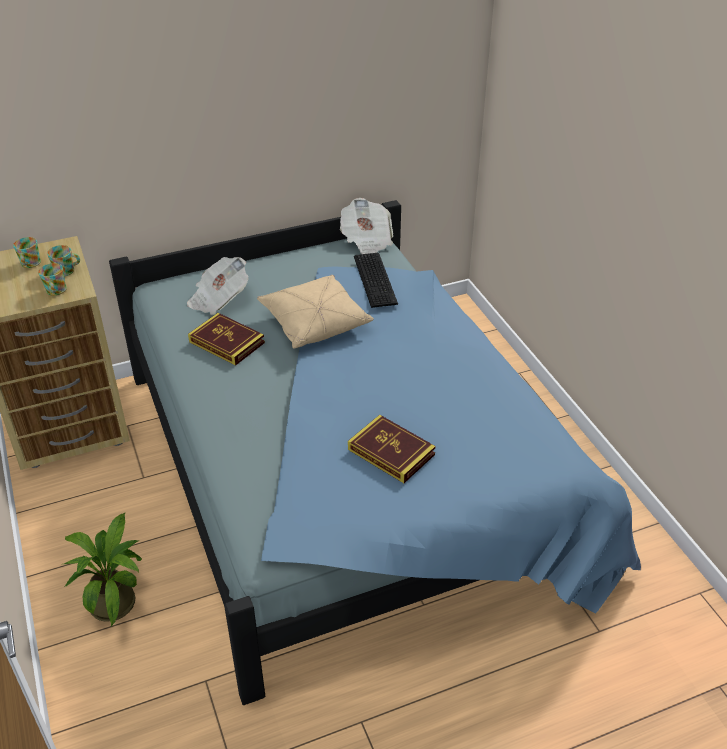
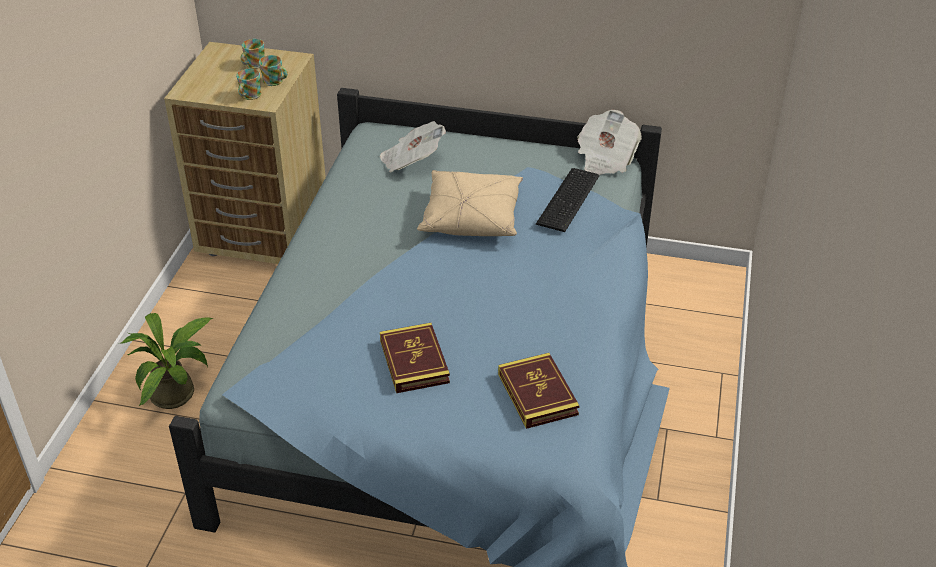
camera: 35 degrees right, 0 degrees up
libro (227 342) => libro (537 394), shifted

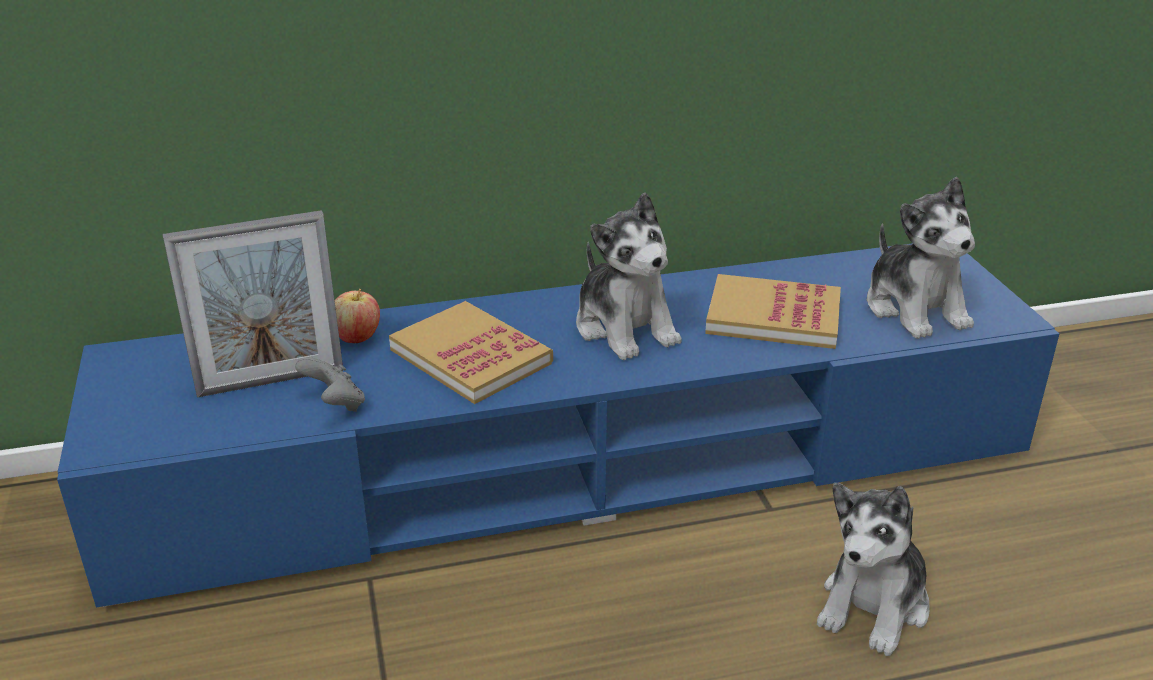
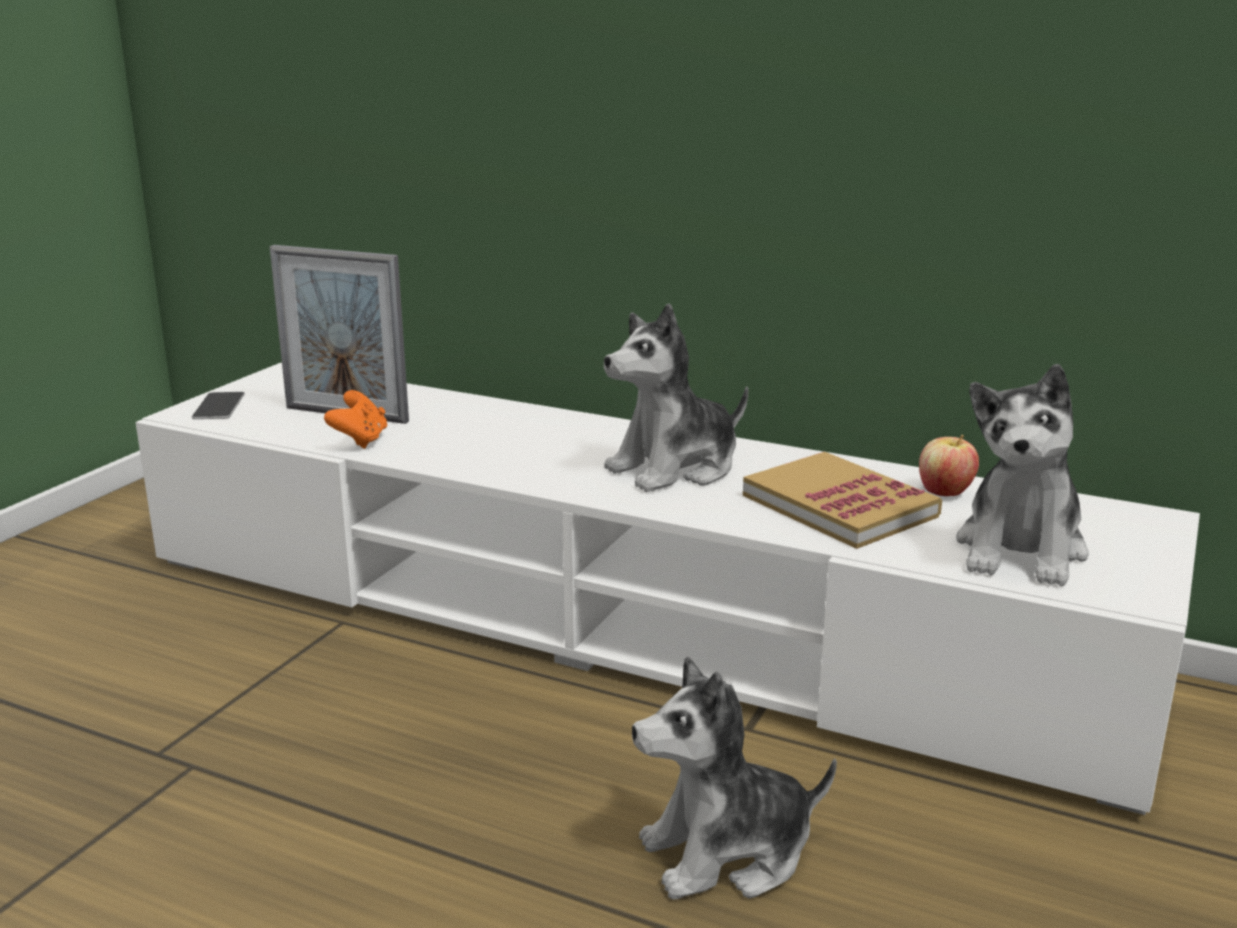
camera: 40 degrees right, 10 degrees down
libro (471 356) => nothing
nothing => móvil (219 406)
manzana (357 337) => manzana (945 492), shifted
mueble de televisión (azul) (578 464) => mueble de televisión (blanco) (620 619)
mando de consola (gris) (335 404) => mando de consola (naranja) (360 440)
peluche (625 328) => peluche (675 468), 45 degrees clockwise

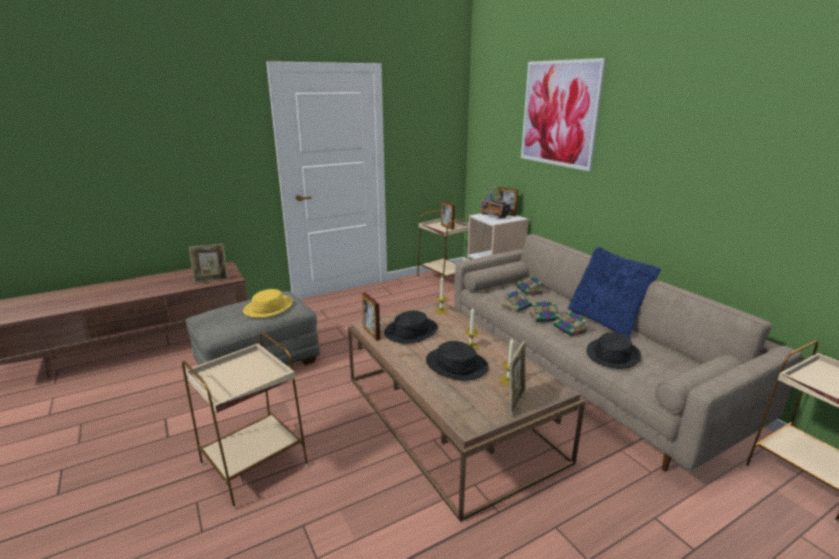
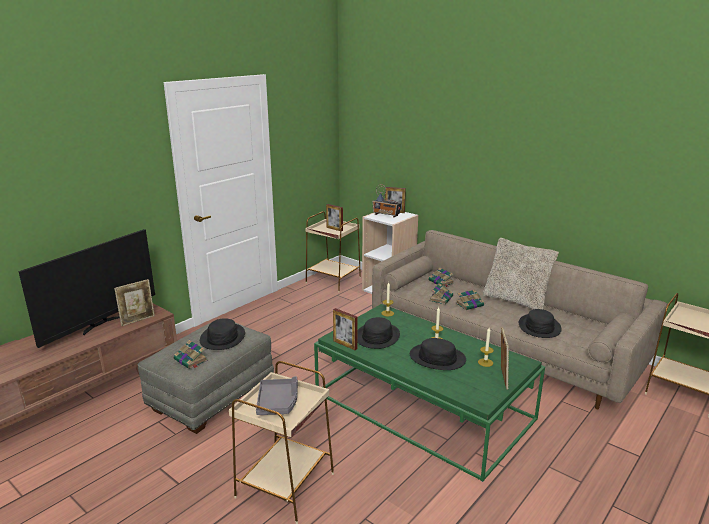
camera: 20 degrees left, 0 degrees up
cuadro (559 114) => nothing
nothing => televisor (100 324)
nothing => bandeja (gris) (278 402)
libro (570 329) => libro (191 360), shifted
sombrero (amarillo) (268 307) => sombrero (negro) (223 337)
mesa de centro (marrón) (450 418) => mesa de centro (verde) (423 406)
cojín (azul) (606 320) => cojín (beis) (516 299)

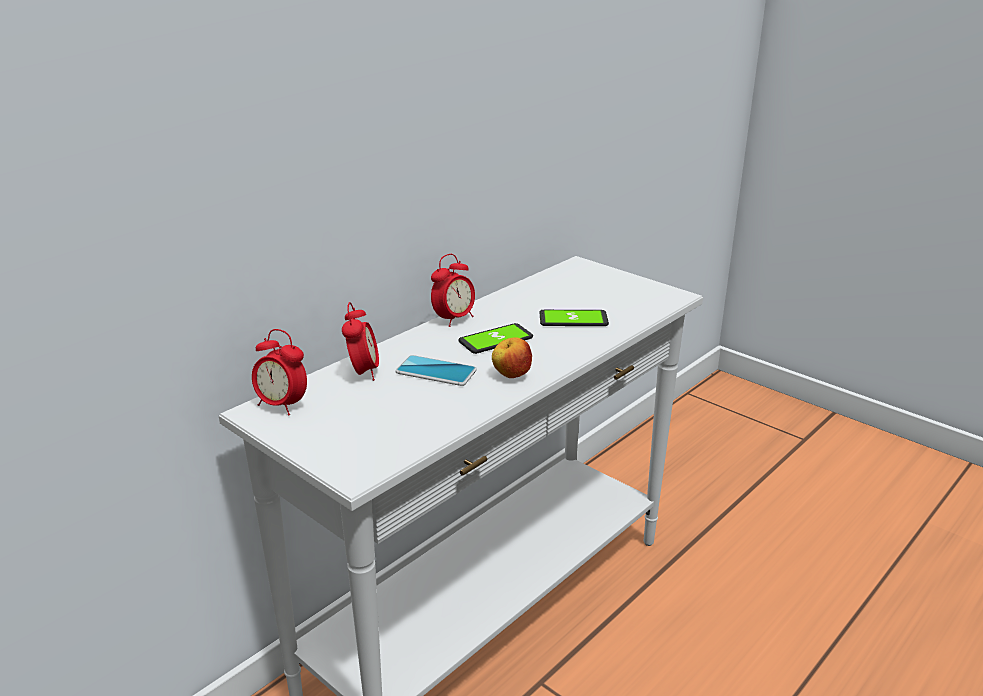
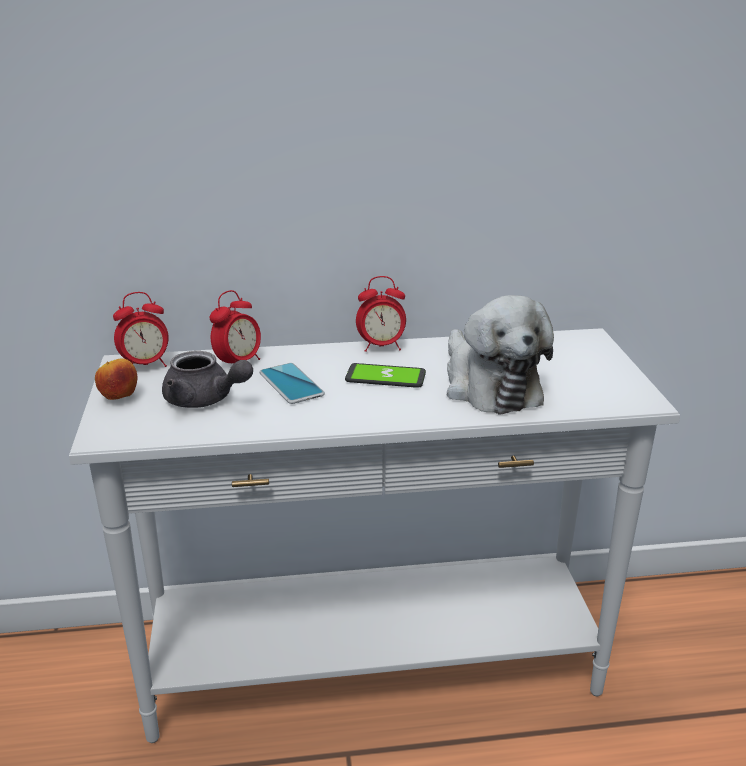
camera: 40 degrees right, 0 degrees up
nothing => tetera (gris) (205 400)
manzana (511 375) => manzana (119 398), shifted
móvil (573 319) => peluche (489 385)
despertador (282 405) => despertador (146 365), 90 degrees counterclockwise

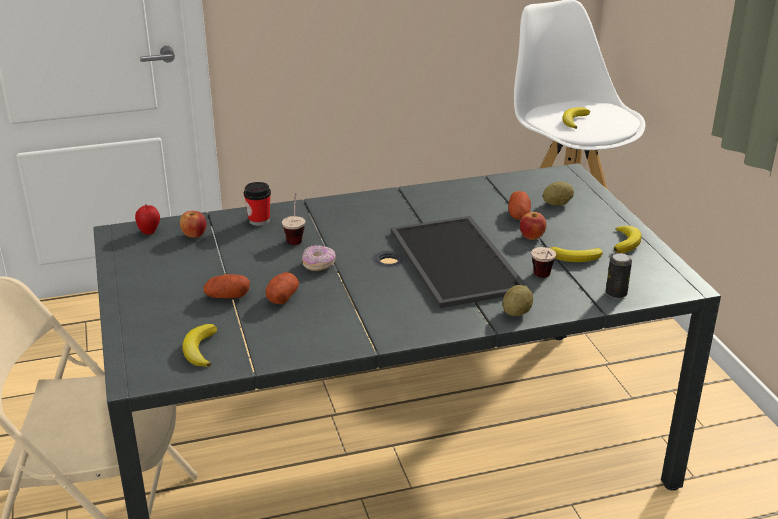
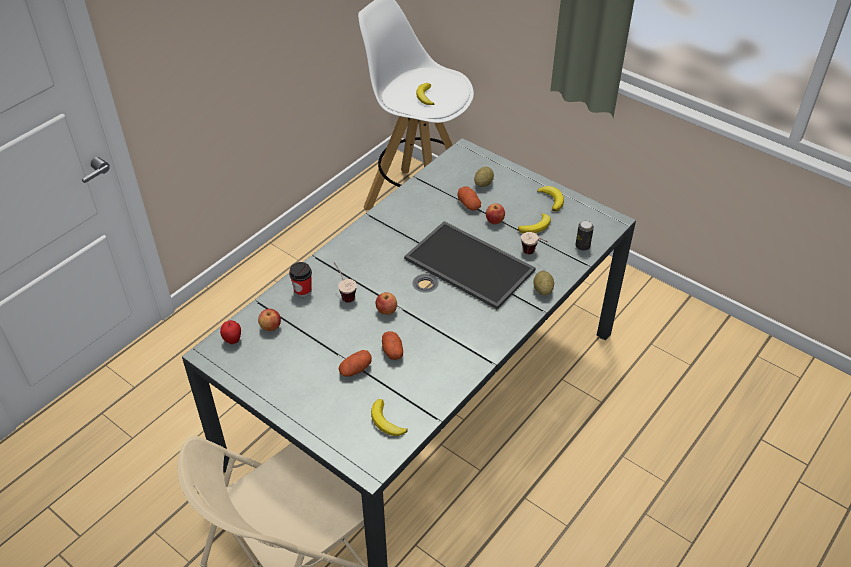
camera: 35 degrees left, 15 degrees up
rosquilla (319 265) => manzana (386 311)

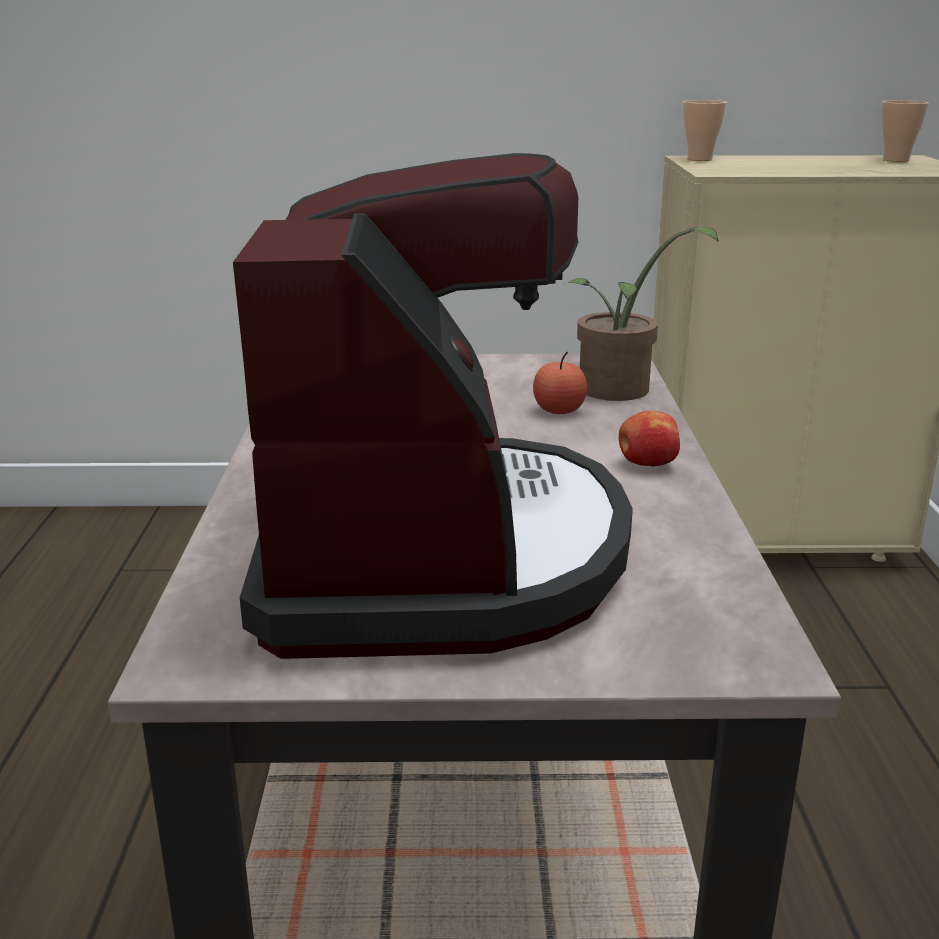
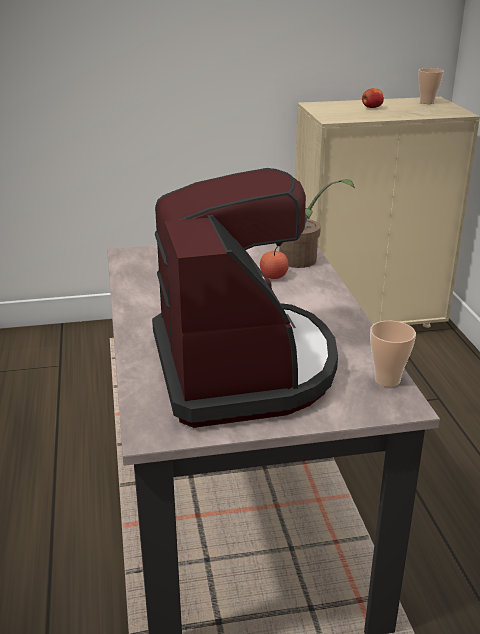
camera: 10 degrees left, 5 degrees up
manzana (646 464) => manzana (371 107), shifted
taza (699 159) => taza (387 380), shifted

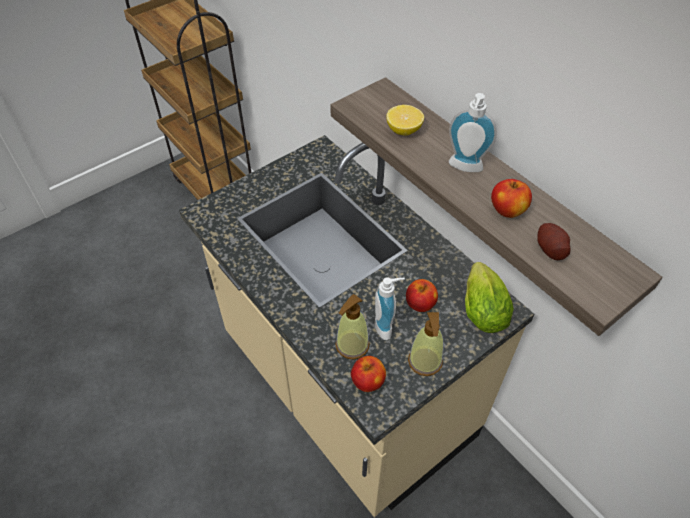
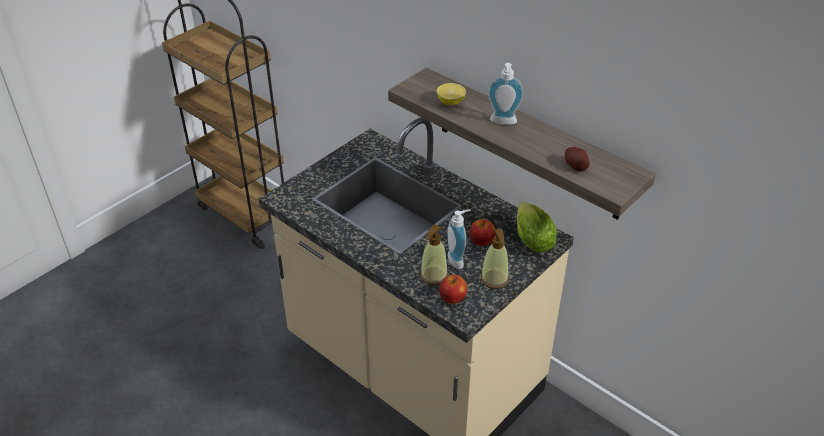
camera: 10 degrees left, 10 degrees down
manzana (507 210) => nothing

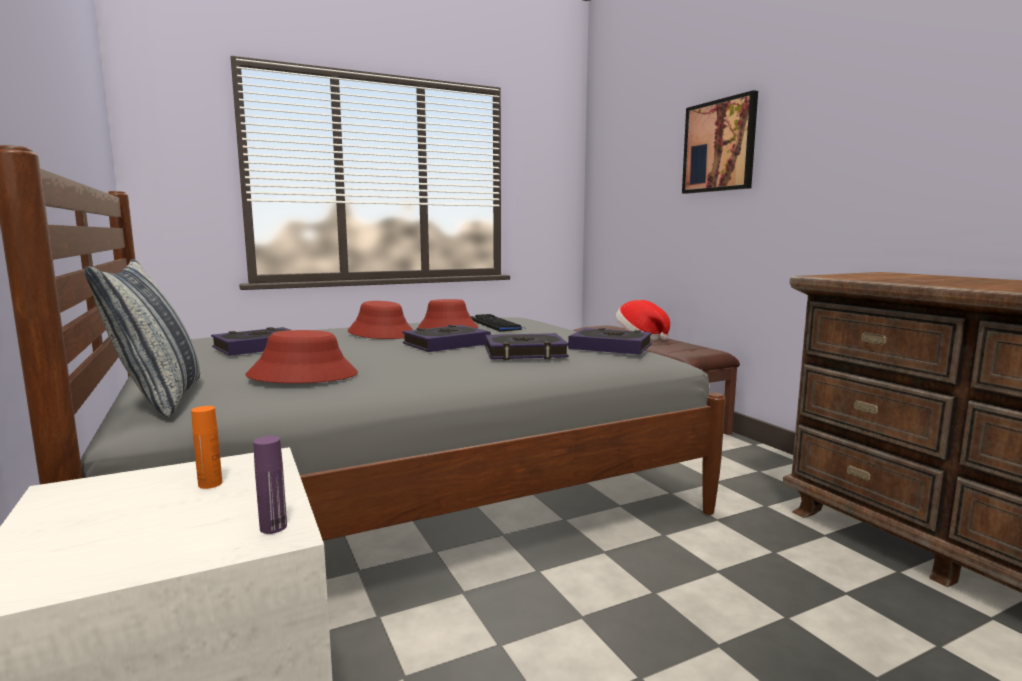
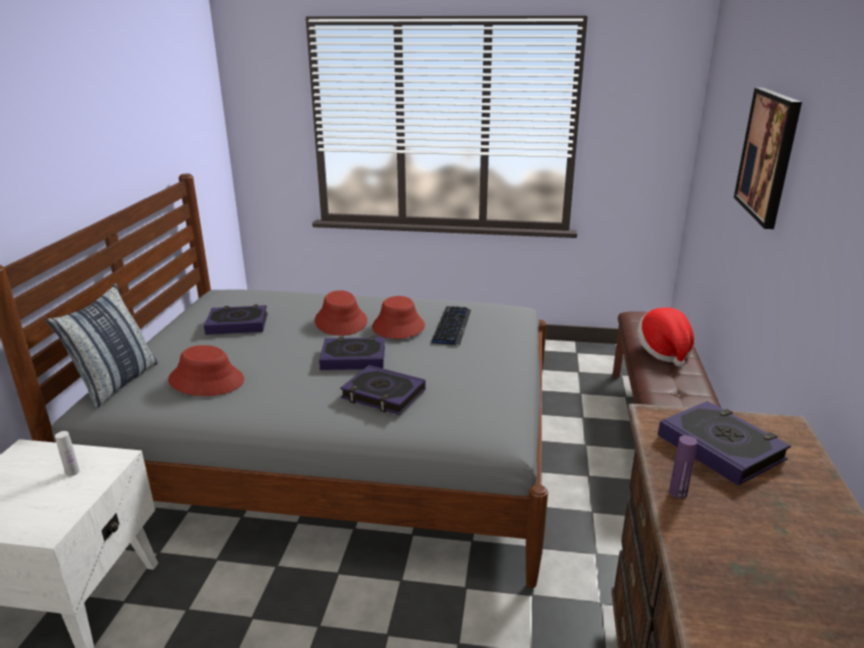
camera: 35 degrees right, 15 degrees up
botella (morado) (273 527) => botella (morado) (678 492), shifted
libro (610 347) => libro (720 448), shifted
botella (naranja) (210 484) => botella (blanco) (72 472)

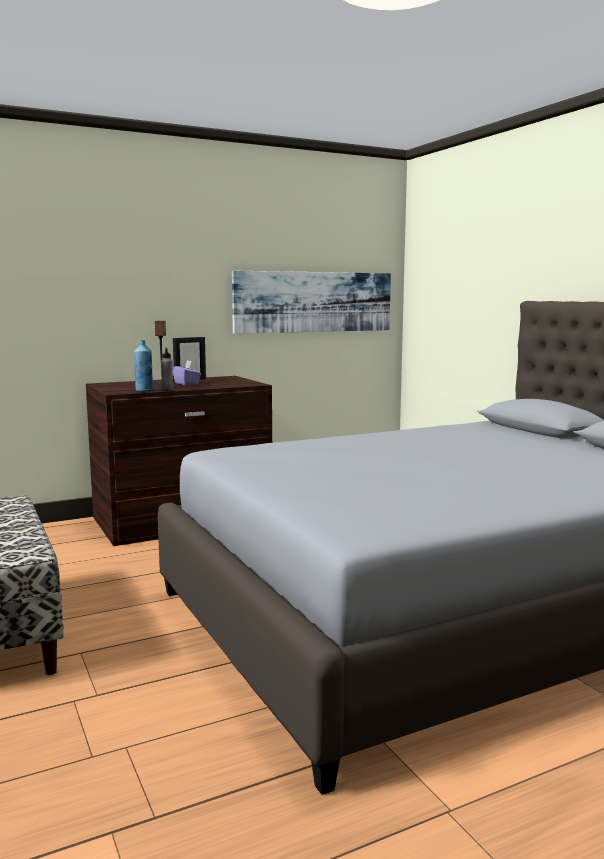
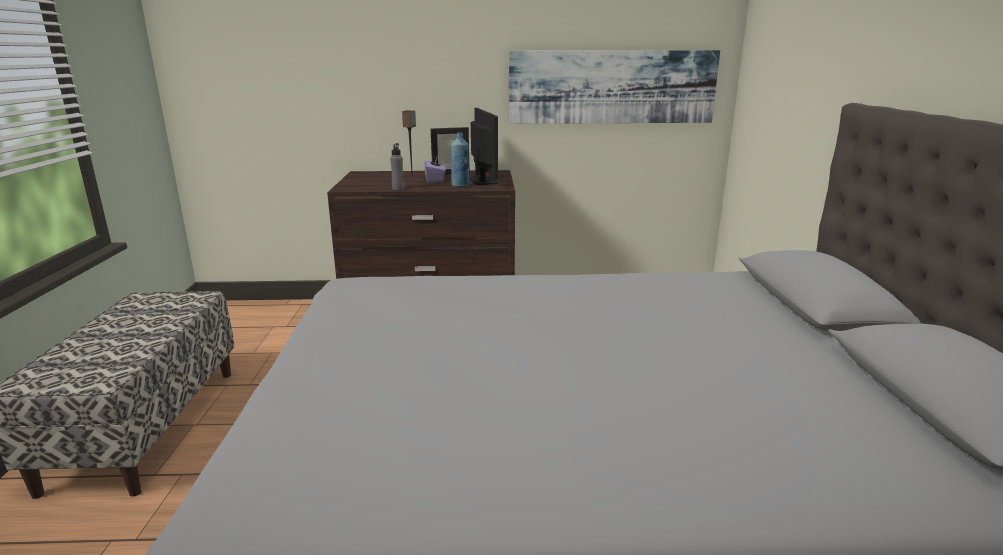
camera: 25 degrees right, 10 degrees up
nothing => monitor (483 180)
botella (azul) (144 391) => botella (azul) (460 186), shifted

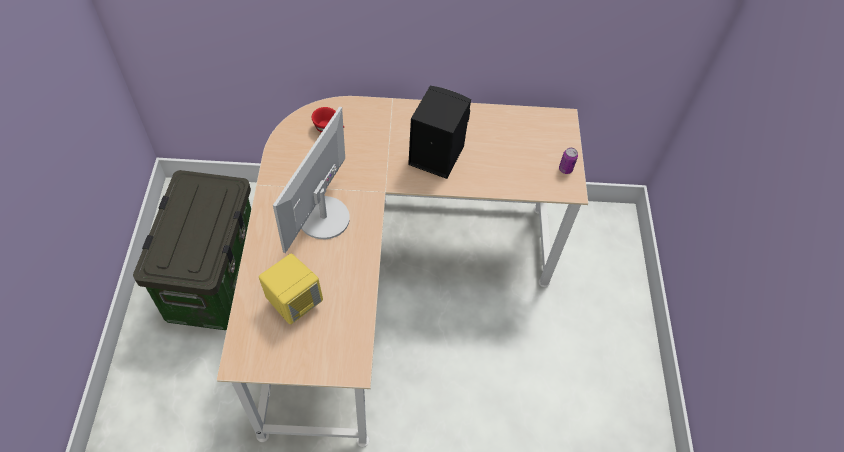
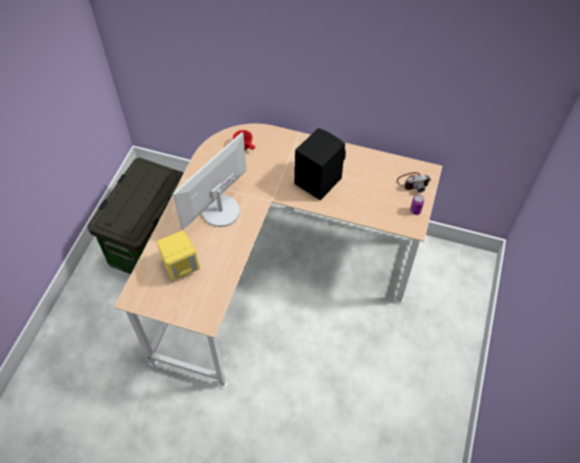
camera: 20 degrees right, 0 degrees up
nothing => cámara (413 182)

